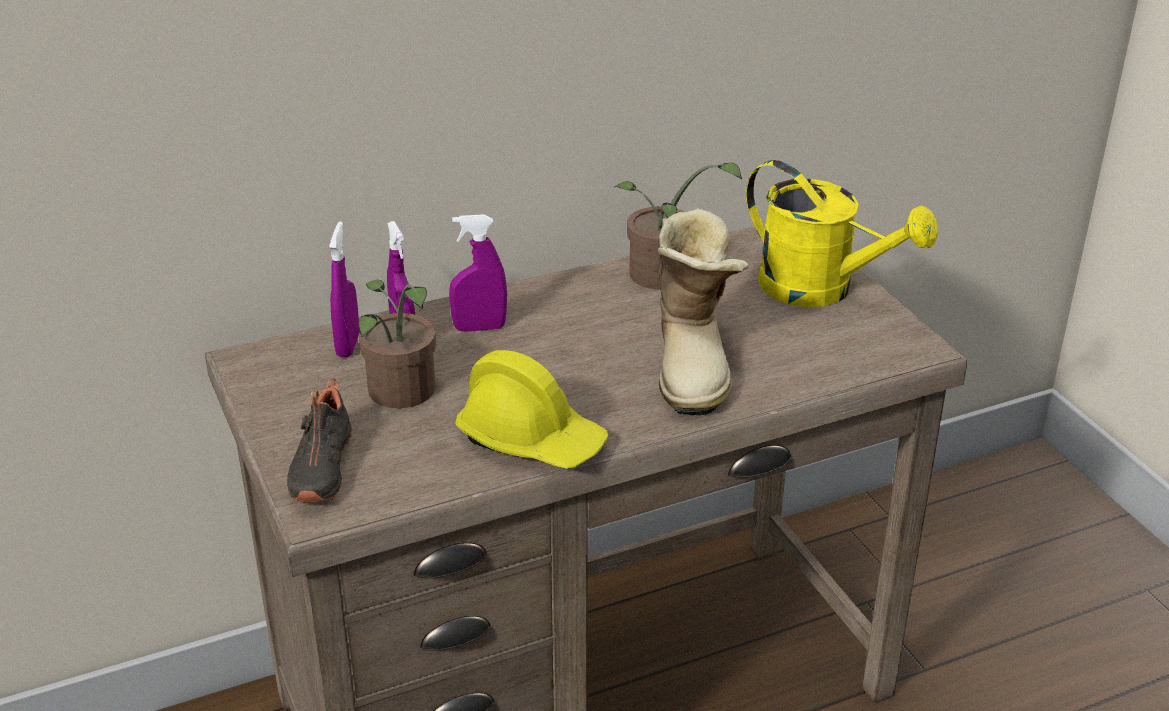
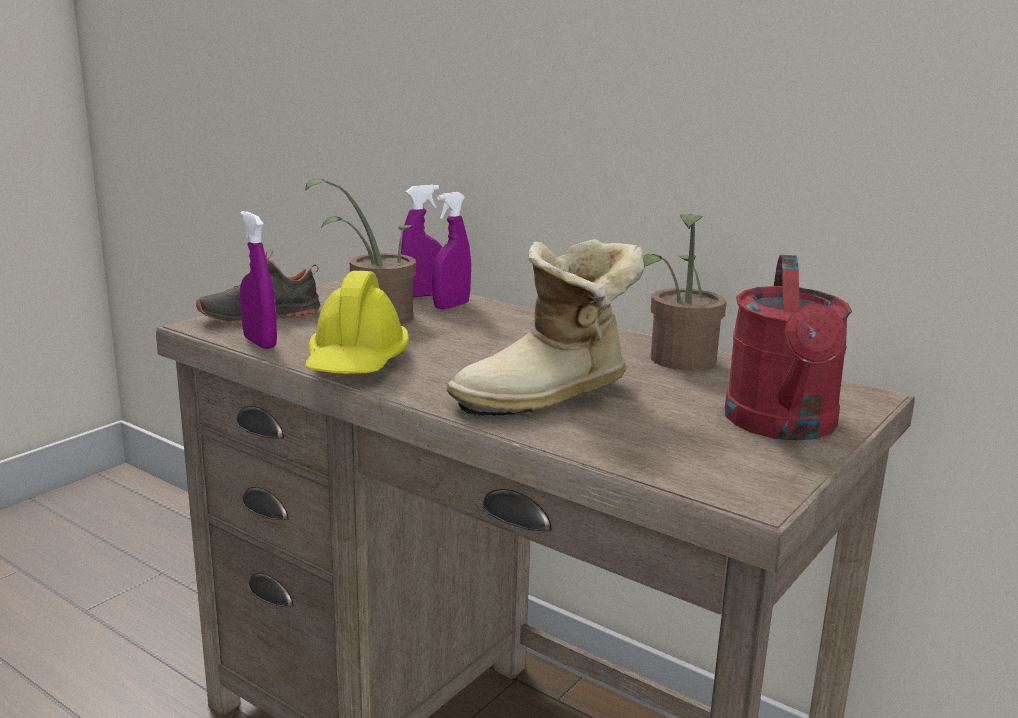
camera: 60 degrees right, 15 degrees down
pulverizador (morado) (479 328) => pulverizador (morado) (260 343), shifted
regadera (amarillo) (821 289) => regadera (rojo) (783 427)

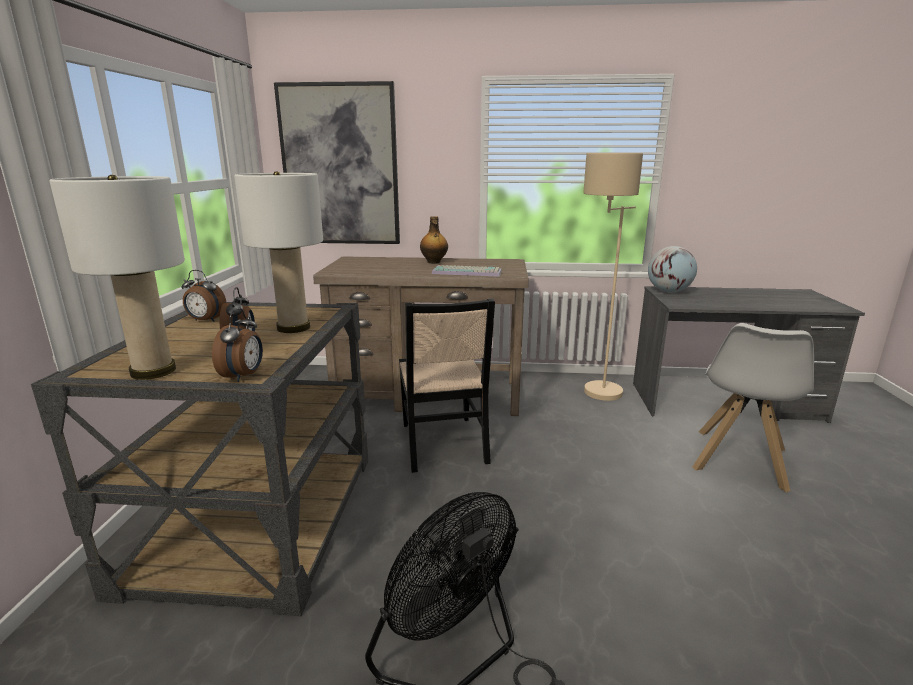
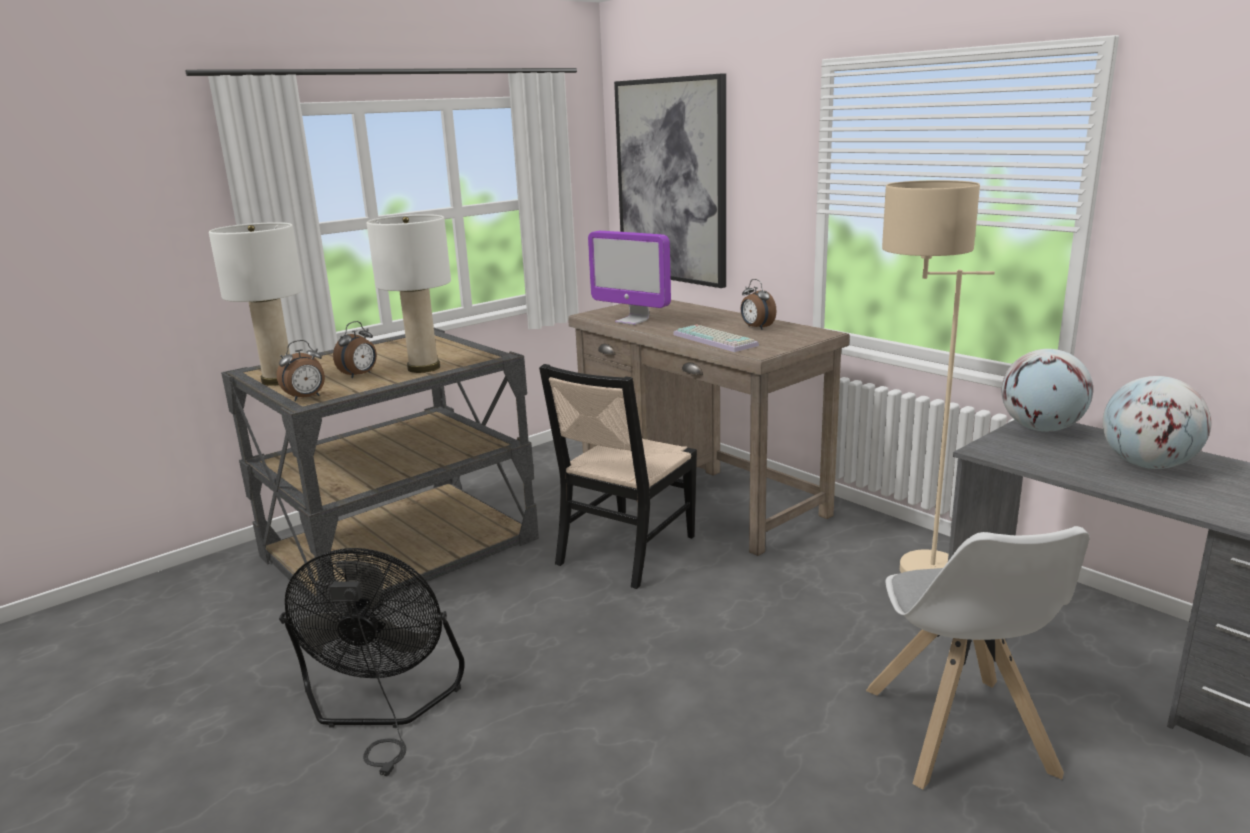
camera: 45 degrees right, 0 degrees up
botella (434 262) => nothing
nothing => monitor (632 321)
nothing => globo terráqueo (1147 465)
despertador (205 321) => despertador (756 328), shifted
silla (739 461) => silla (959 734), 75 degrees counterclockwise

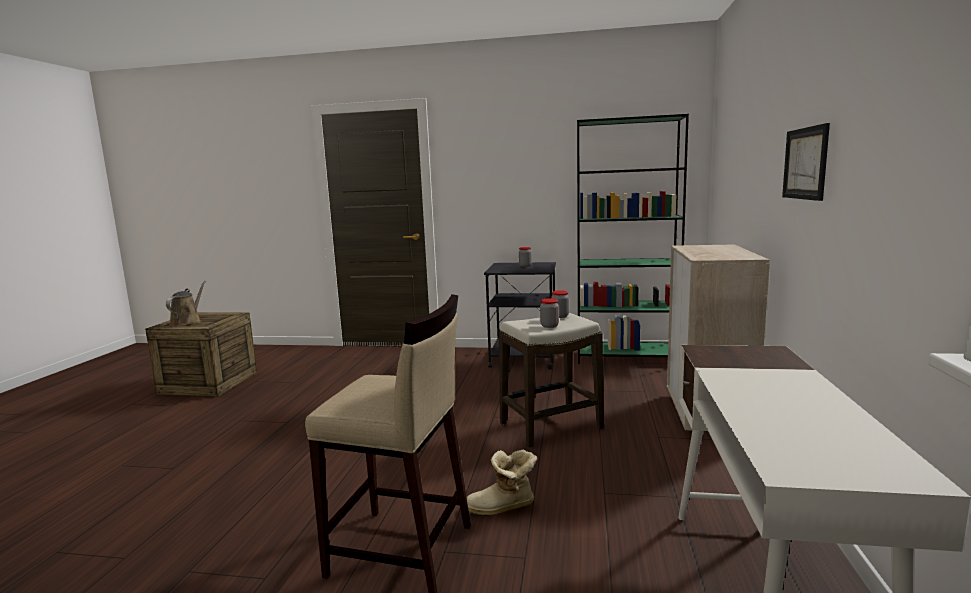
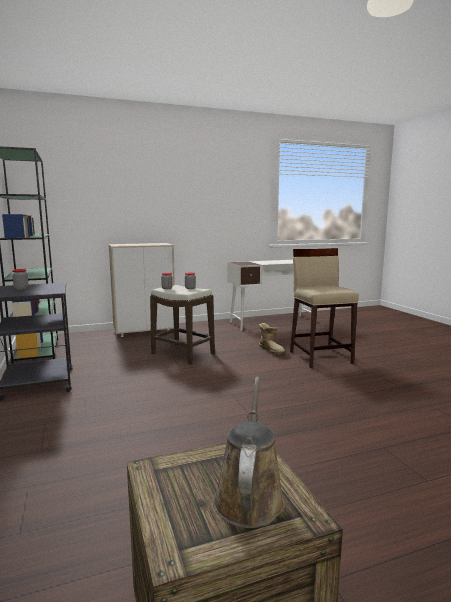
camera: 120 degrees left, 0 degrees up
cuadro (805 163) => nothing
regadera (marrón) (187 322) => regadera (marrón) (249 496), 120 degrees clockwise

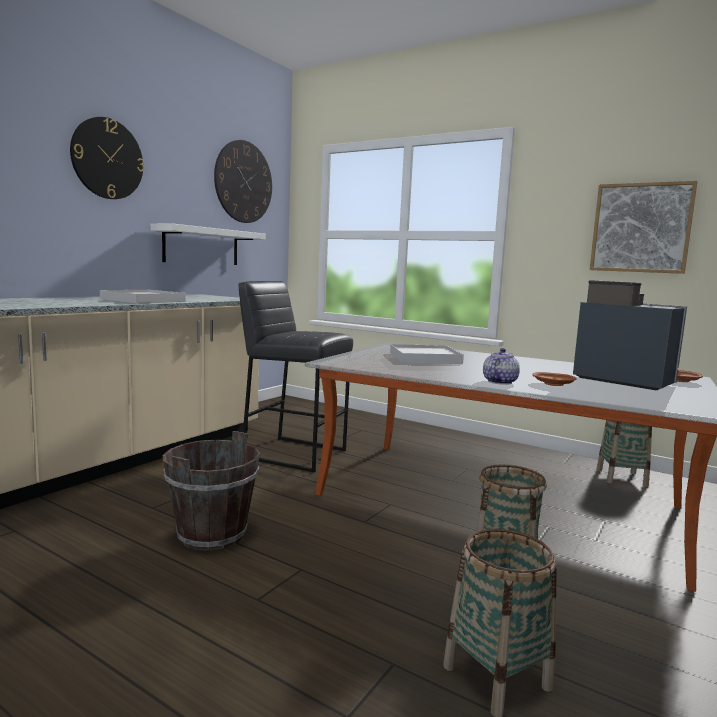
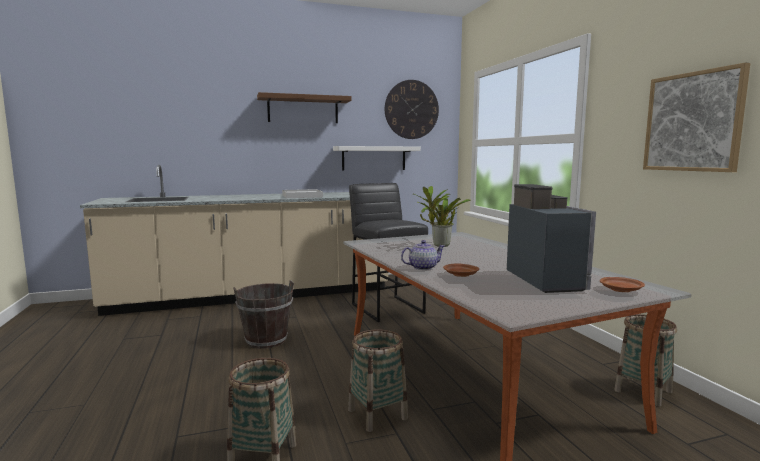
camera: 40 degrees right, 0 degrees up
reloj de pared (107 159) => estante (marrón) (303 109)
bandeja (blanco) (425 358) => planta en maceta (439 245)

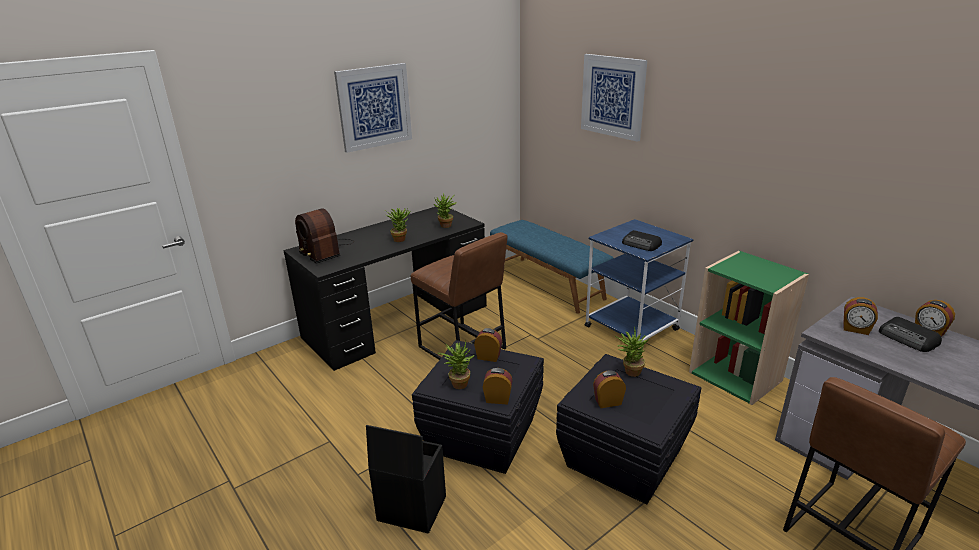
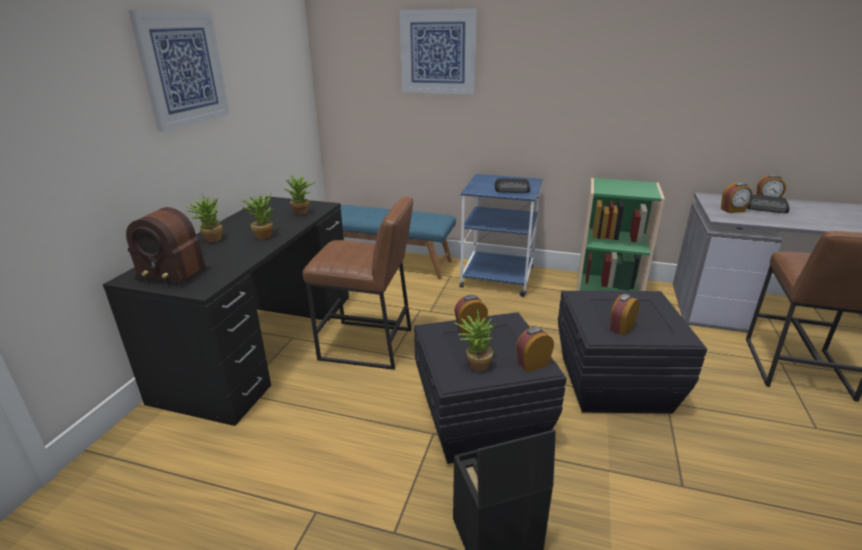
camera: 35 degrees left, 0 degrees up
planta en maceta (629 371) => planta en maceta (210 239), shifted

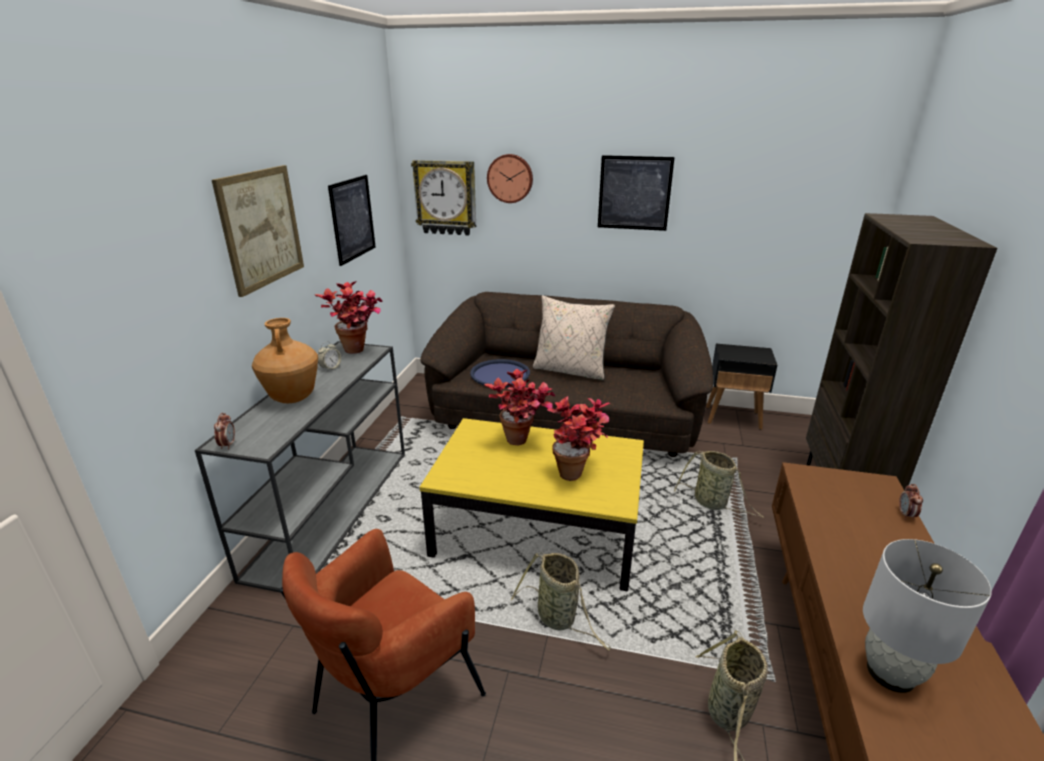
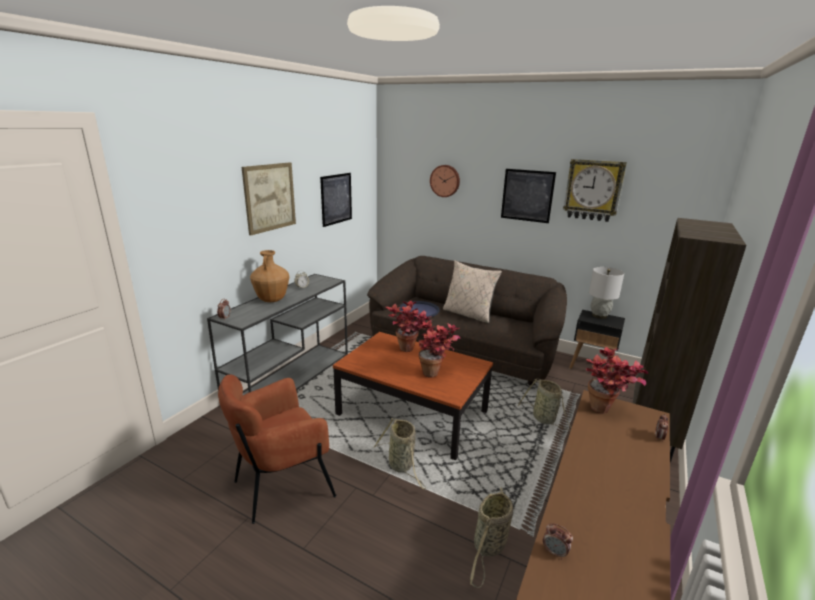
camera: 15 degrees right, 5 degrees down
nothing => despertador (555 552)
planta en maceta (359 352) => planta en maceta (606 412), shifted
reloj de pared (446 197) => reloj de pared (593 190), shifted
lámpara de mesa (blanco) (890 673) => lámpara de mesa (blanco) (599 315), shifted
mesa de centro (amarillo) (538 529) => mesa de centro (marrón) (412 412)

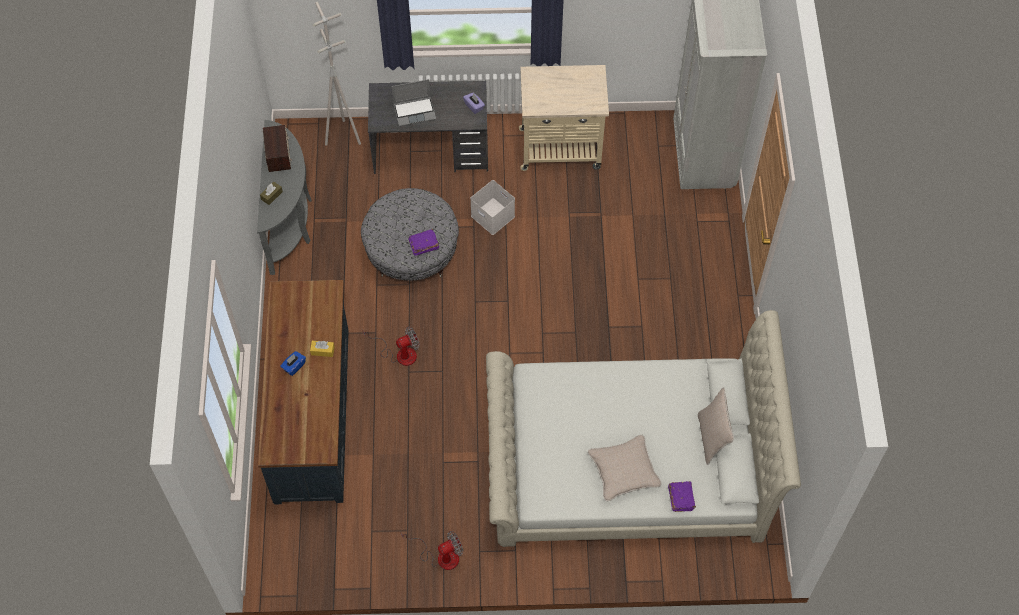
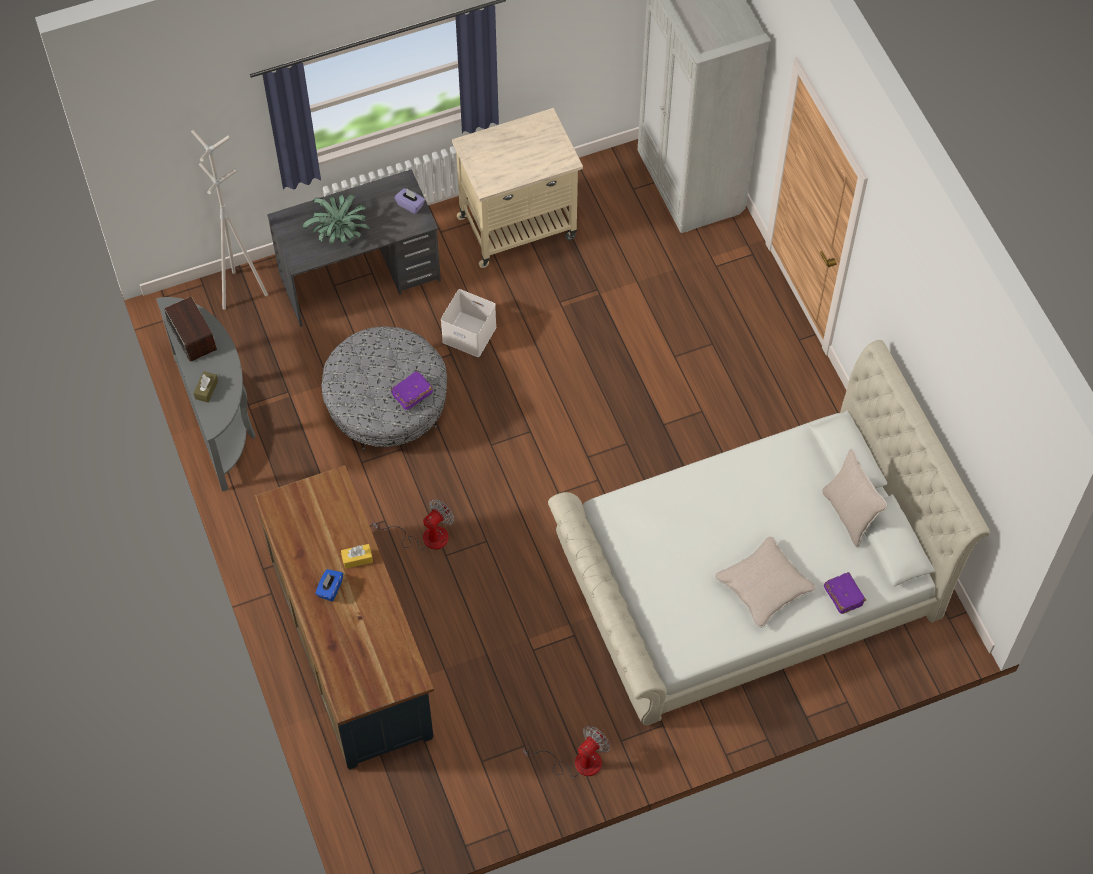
camera: 20 degrees left, 0 degrees up
portátil (415 111) => planta en maceta (340 232)

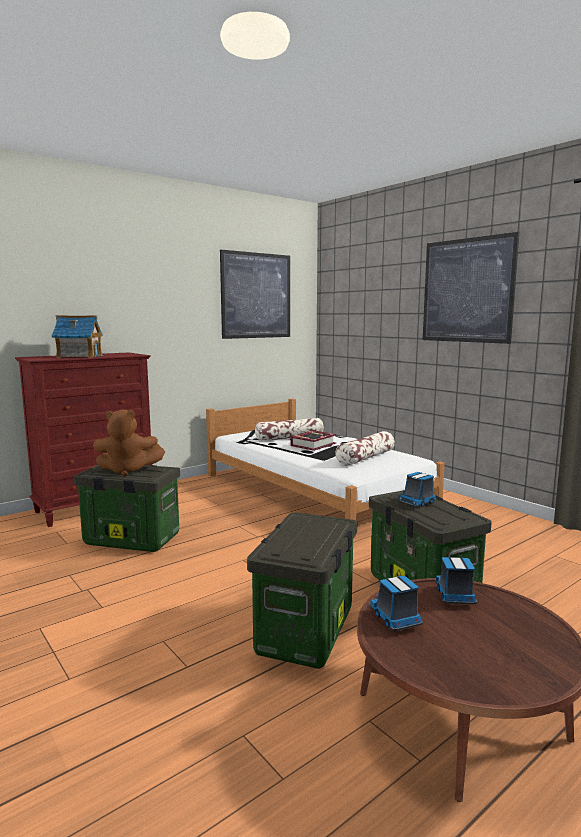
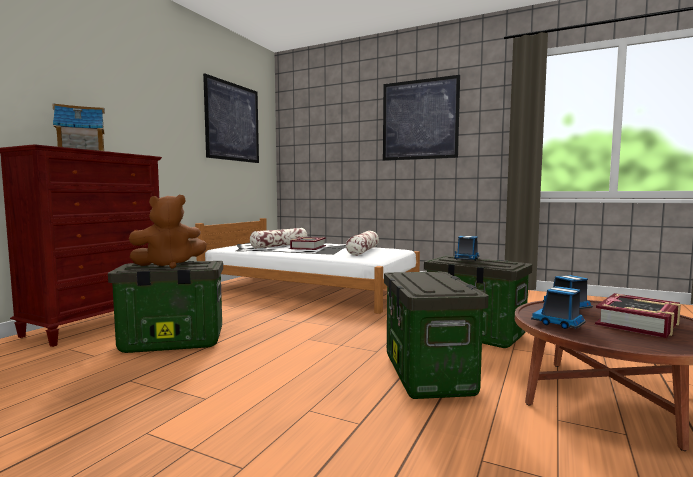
camera: 25 degrees left, 5 degrees down
nothing => libro (638 323)

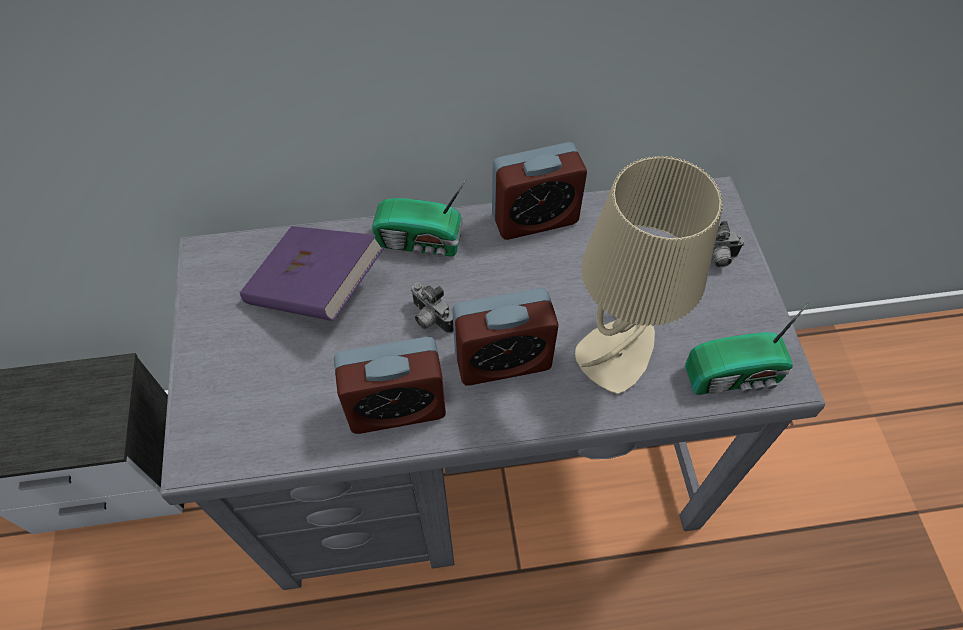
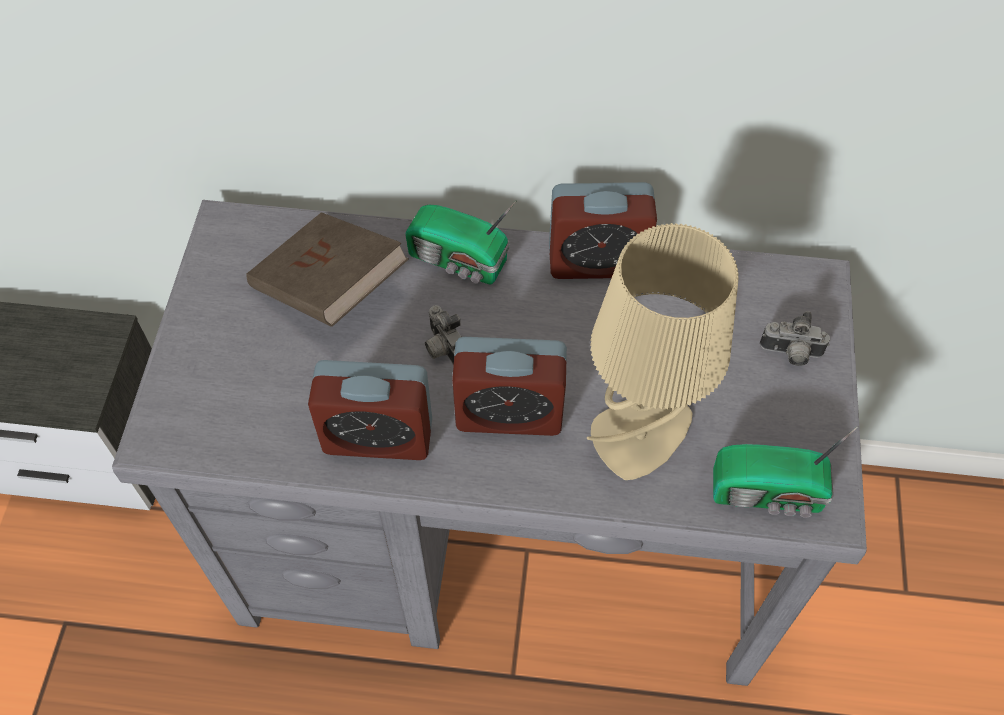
camera: 15 degrees right, 0 degrees up
libro (morado) (316 290) => libro (marrón) (330 289)

